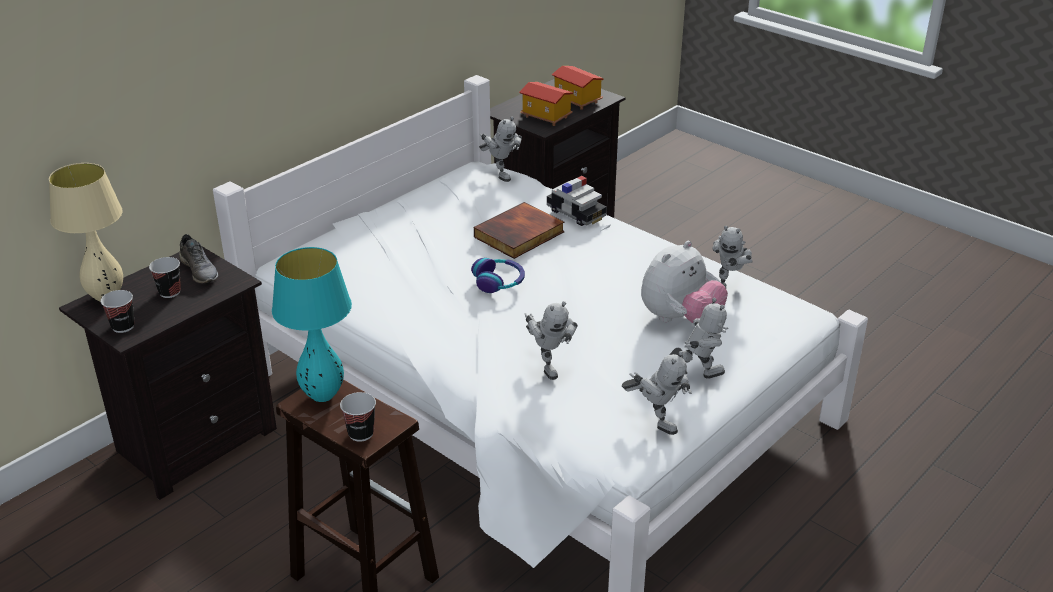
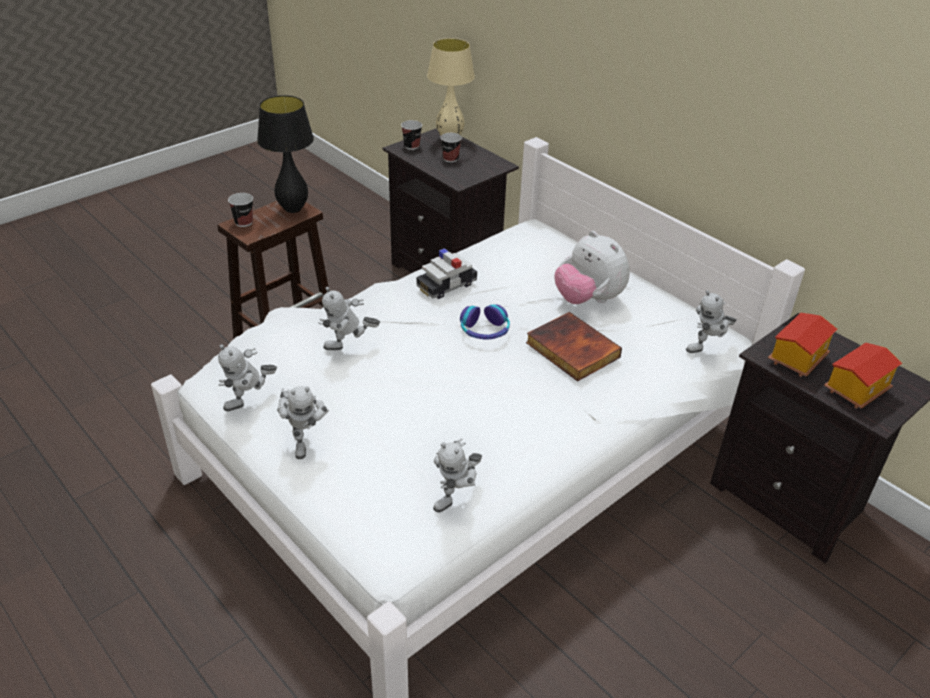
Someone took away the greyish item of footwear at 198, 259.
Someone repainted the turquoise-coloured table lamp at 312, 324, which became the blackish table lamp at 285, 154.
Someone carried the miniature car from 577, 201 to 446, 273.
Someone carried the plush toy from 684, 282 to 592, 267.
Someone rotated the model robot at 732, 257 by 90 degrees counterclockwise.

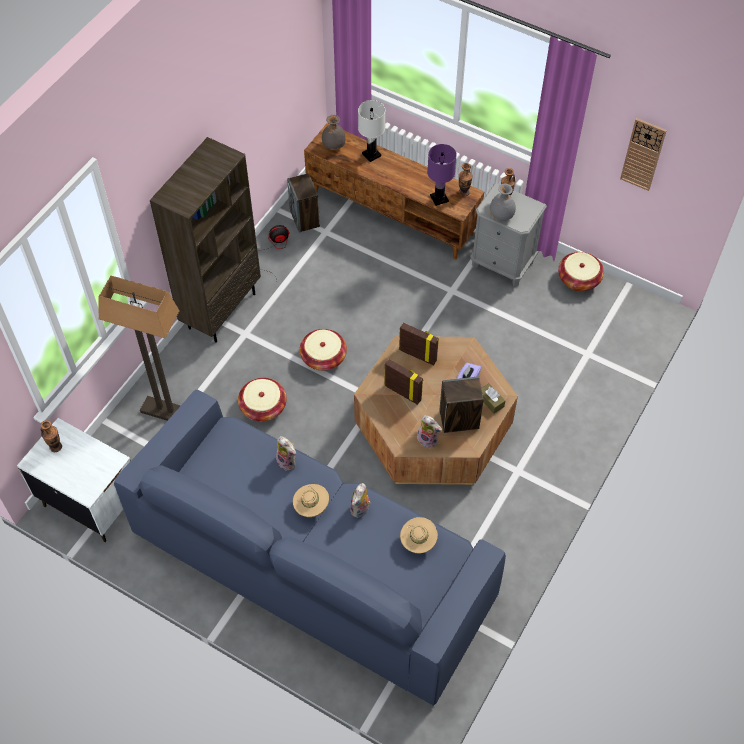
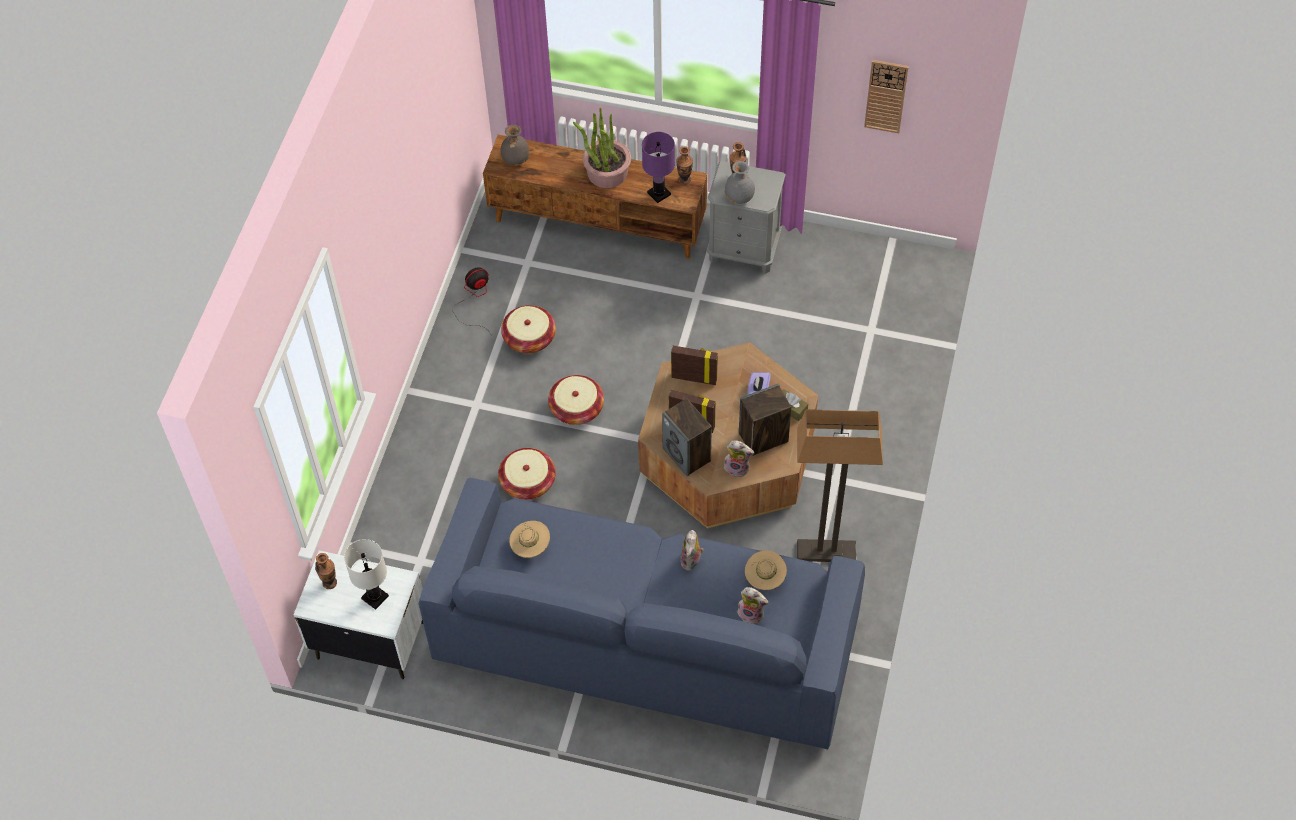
Someone carried the floor lamp from 140, 348 to 840, 485.
Someone took away the brown-coloured bookcase at 205, 240.
Someone carried the plush toy from 286, 453 to 752, 605.
Someone carried the speaker from 303, 203 to 687, 437.
Someone carried the sand-coloured hat from 311, 500 to 529, 539.
Someone carried the white table lamp from 371, 131 to 366, 574.
Someone carried the basket from 581, 271 to 528, 329.
Someone put down the potted plant at 602, 147.

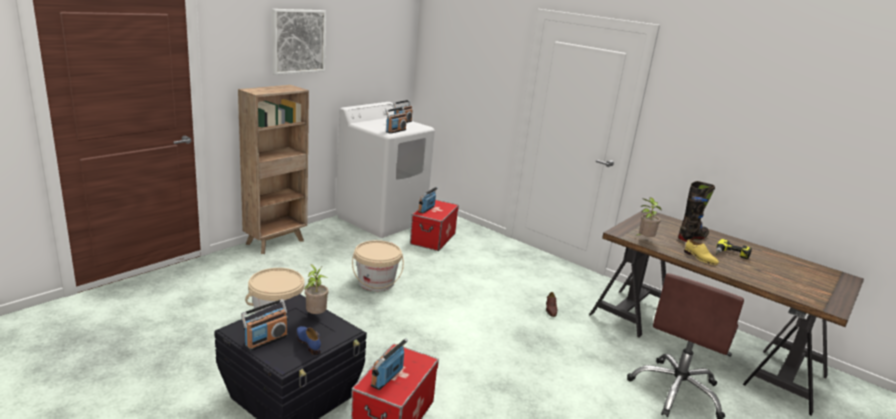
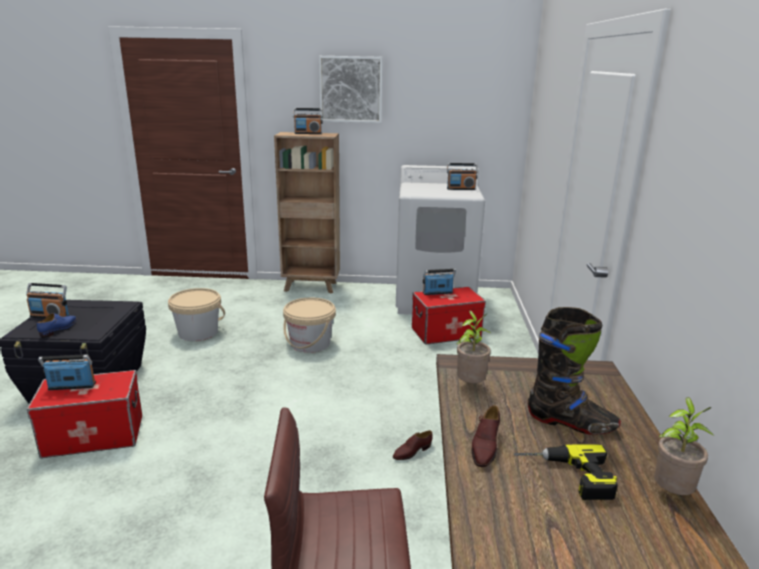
Someone carried the potted plant from 316, 289 to 683, 446.
Someone carried the radio set from 396, 120 to 308, 121.
Someone repainted the yellowish item of footwear at 701, 252, which became the brown-coloured item of footwear at 485, 436.

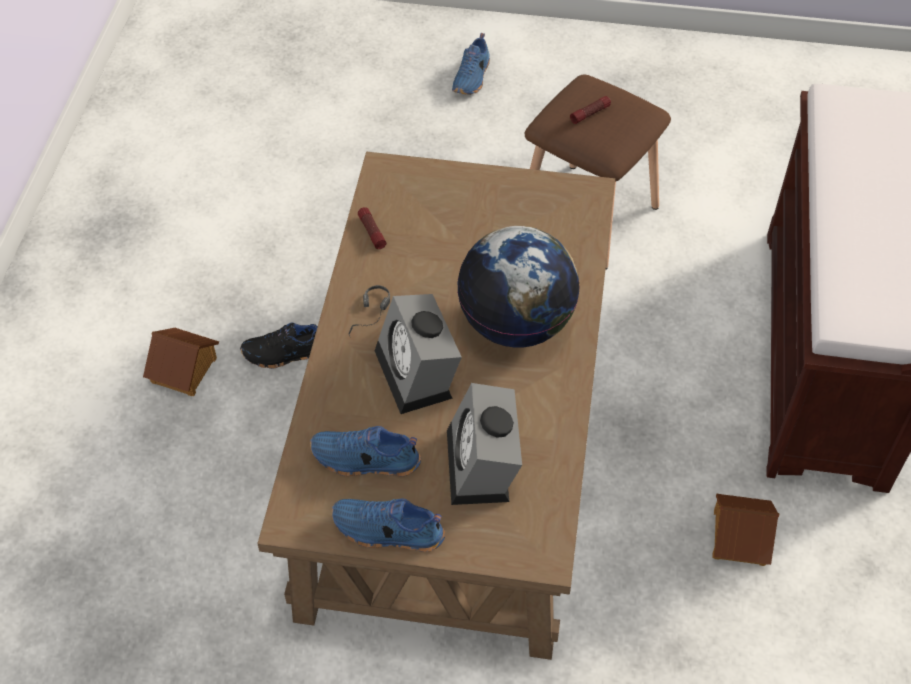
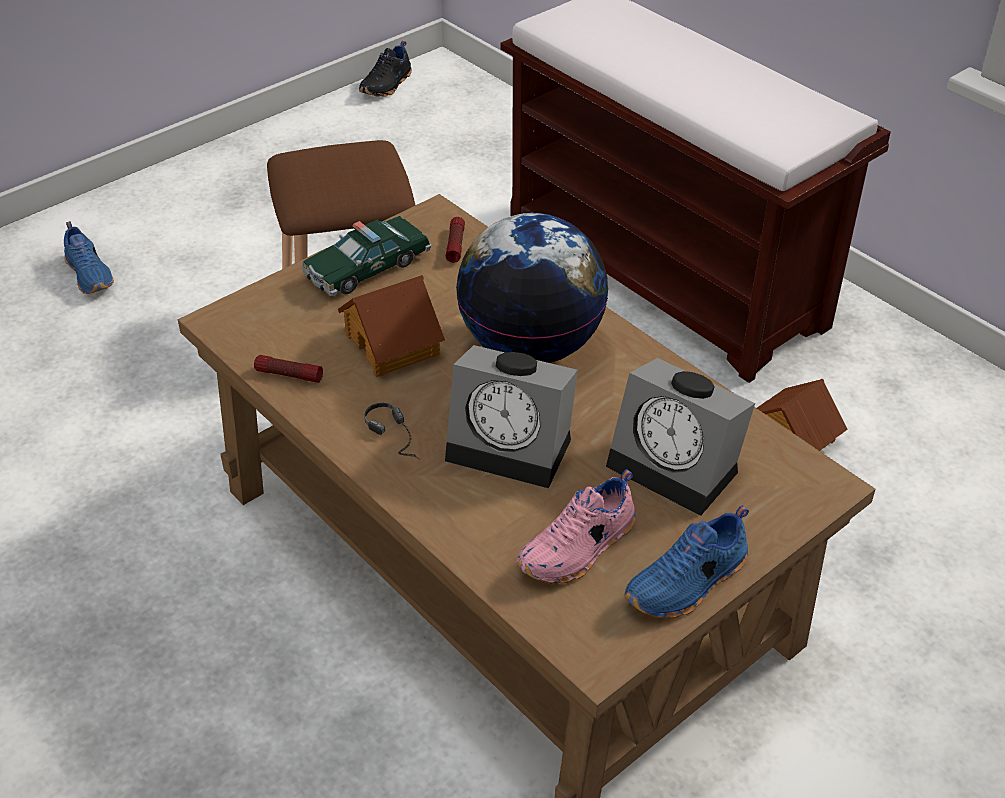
Someone carried the toy house from 181, 362 to 391, 326.
Someone carried the blackish item of footwear from 279, 346 to 385, 69.
Someone repainted the bluish item of footwear at 365, 451, which became the pinkish item of footwear at 576, 526.
Someone carried the hand torch from 590, 110 to 455, 240.
Someone put down the miniature car at 366, 256.

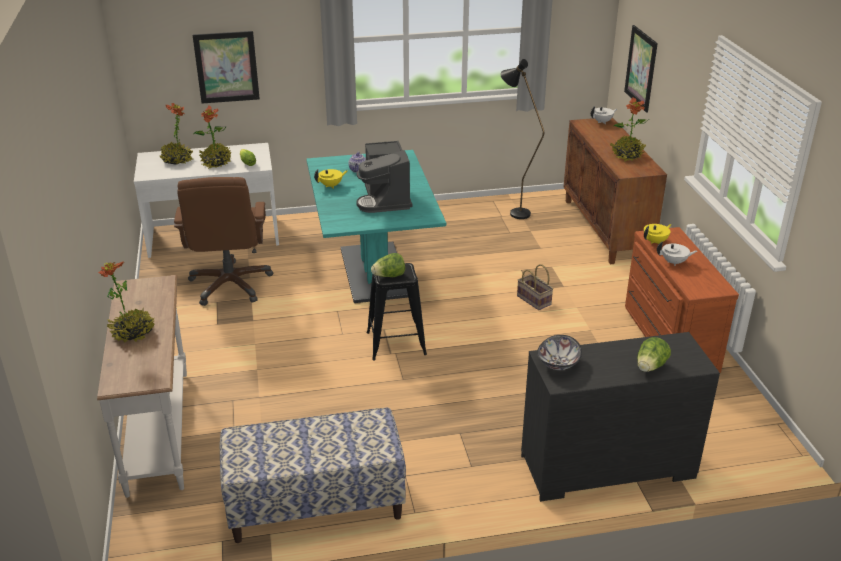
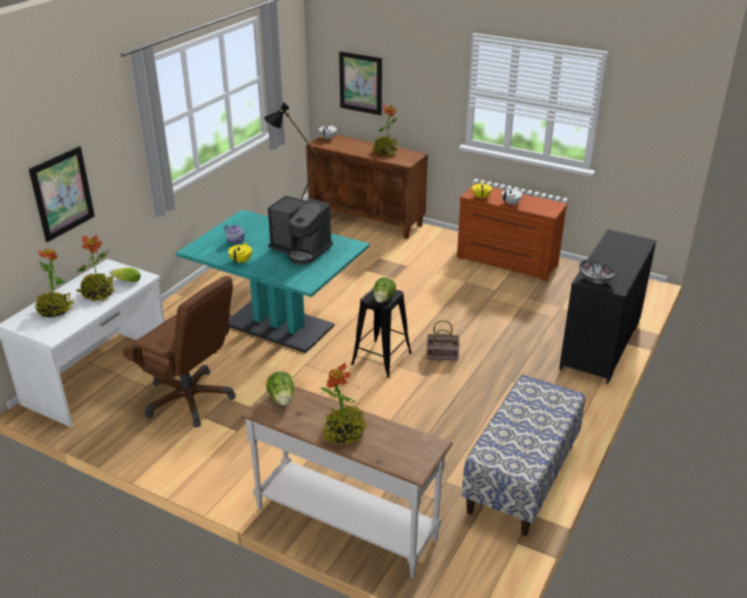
Someone carried the basket from 535, 287 to 443, 340.
Someone carried the head of lettuce from 654, 354 to 280, 388.

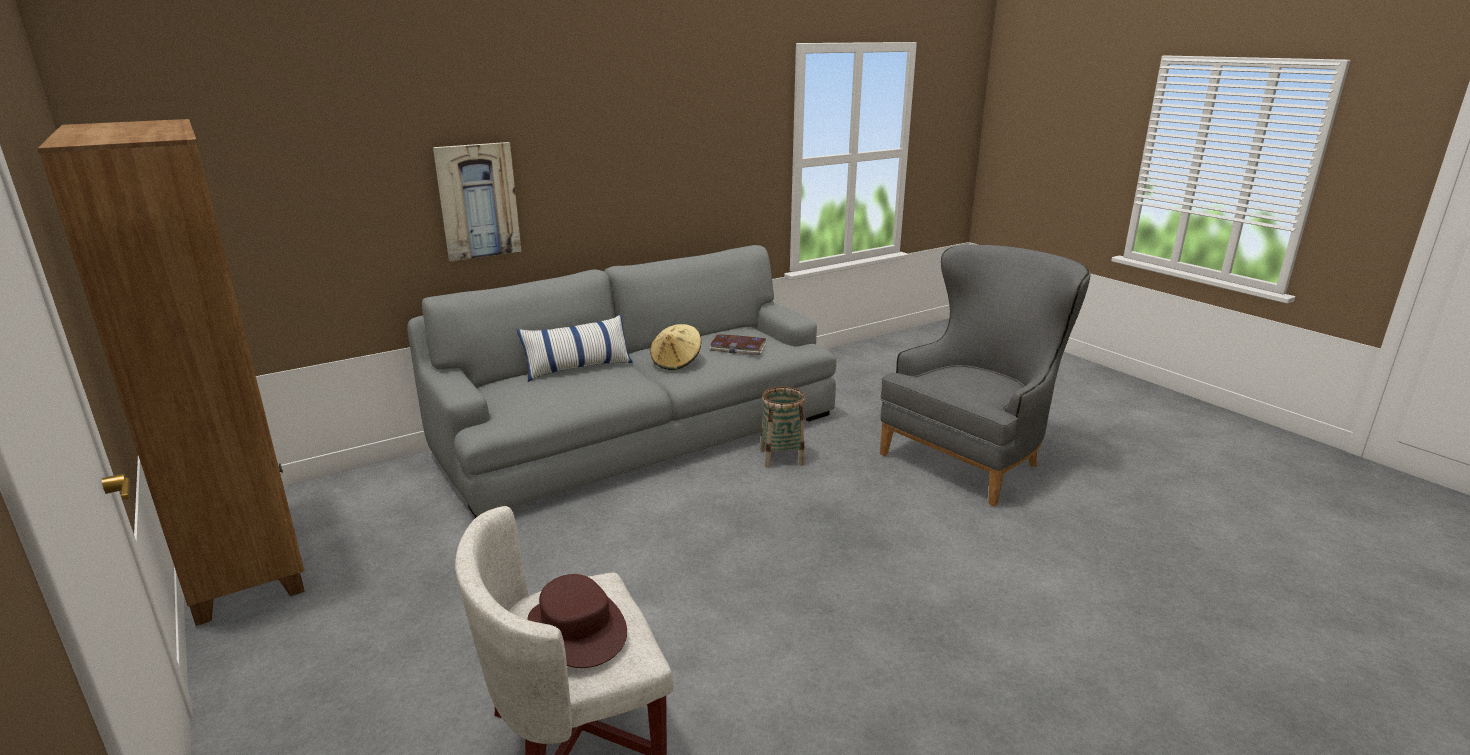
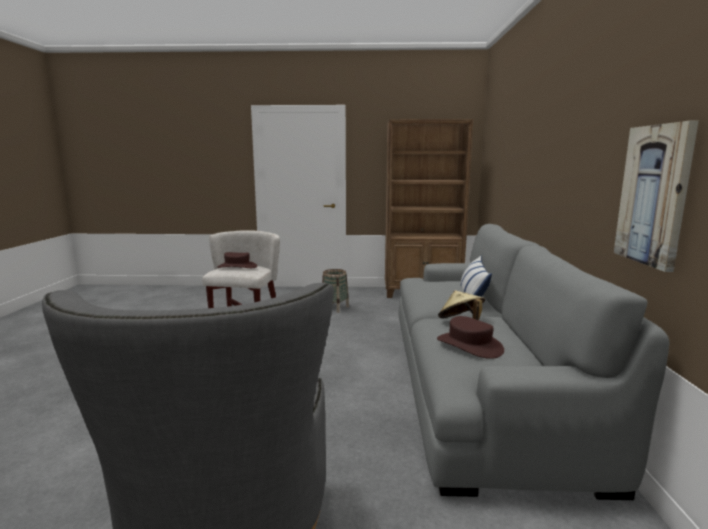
Someone carried the picture from 477, 201 to 656, 196.
Someone swapped the volume at 737, 344 for the brown-coloured hat at 470, 337.
Someone carried the basket from 782, 427 to 335, 291.

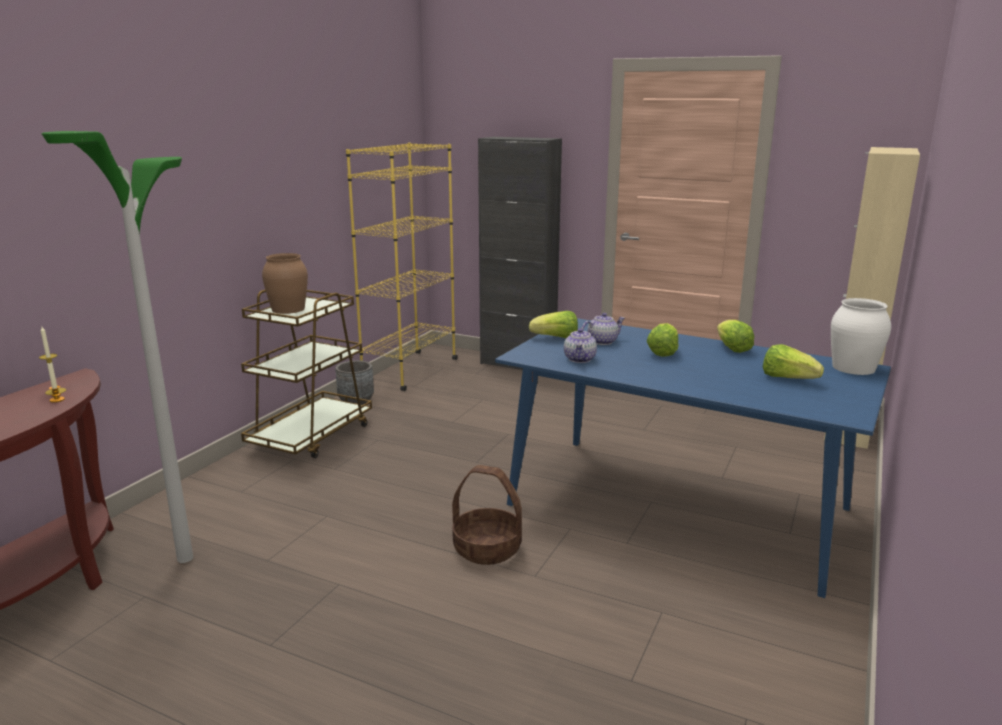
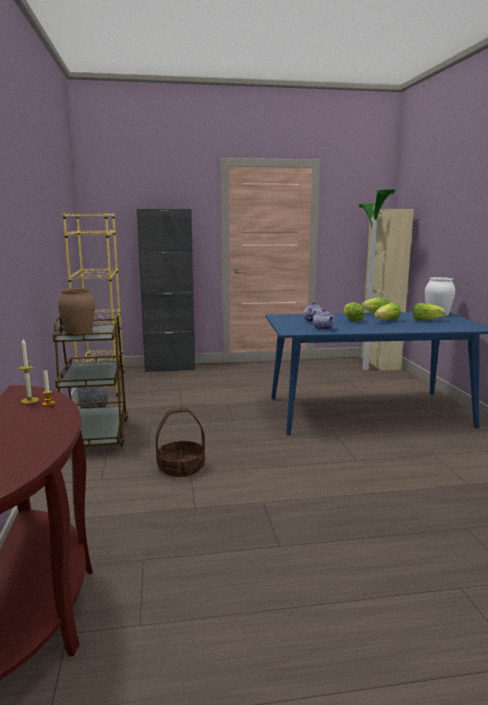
Someone carried the floor lamp from 117, 347 to 377, 279.
Someone carried the basket from 487, 515 to 180, 442.
Someone carried the head of lettuce from 553, 324 to 387, 311.

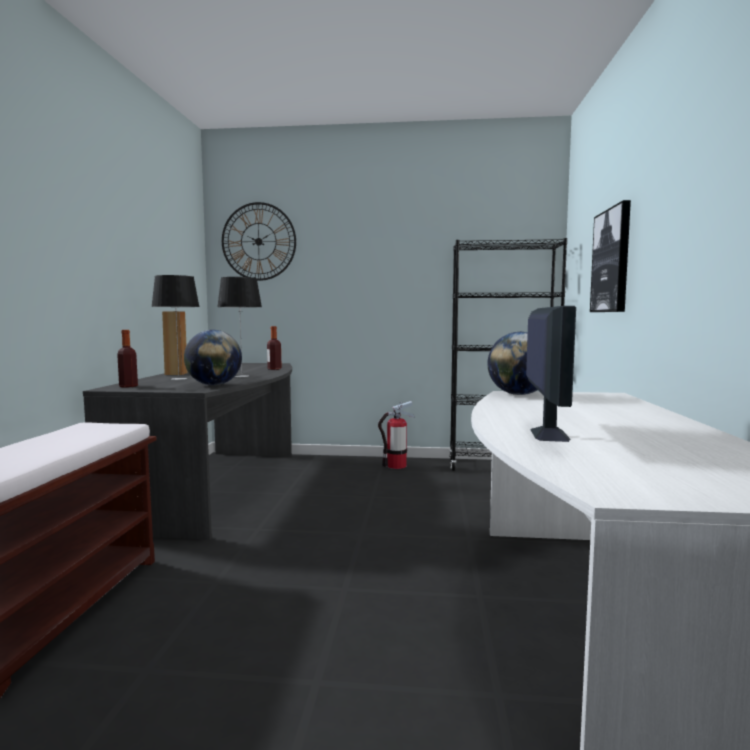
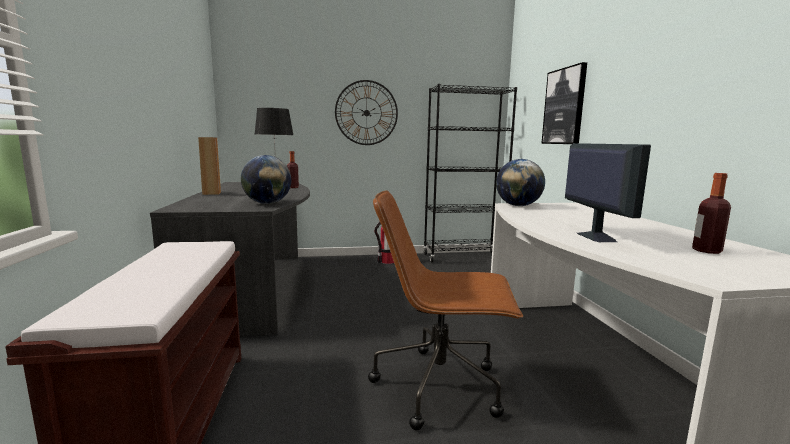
Someone carried the beverage bottle from 127, 359 to 711, 213.
Someone took away the table lamp at 175, 327.
Someone carried the clock on the wall from 259, 241 to 366, 112.
Someone put down the brown-coloured desk chair at 445, 310.

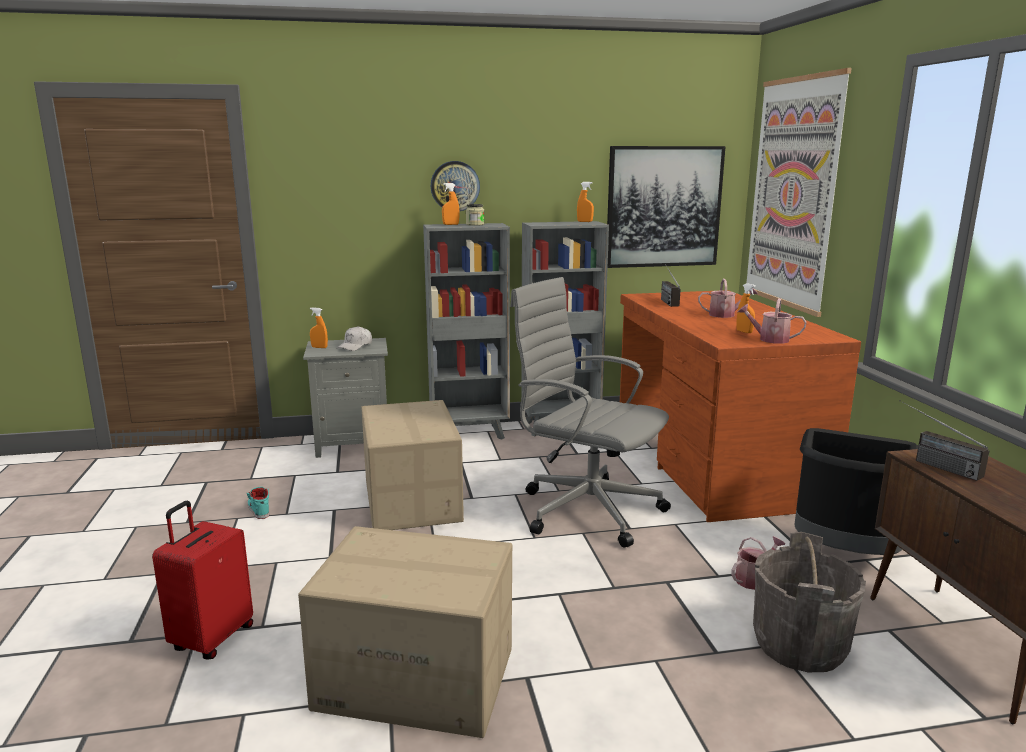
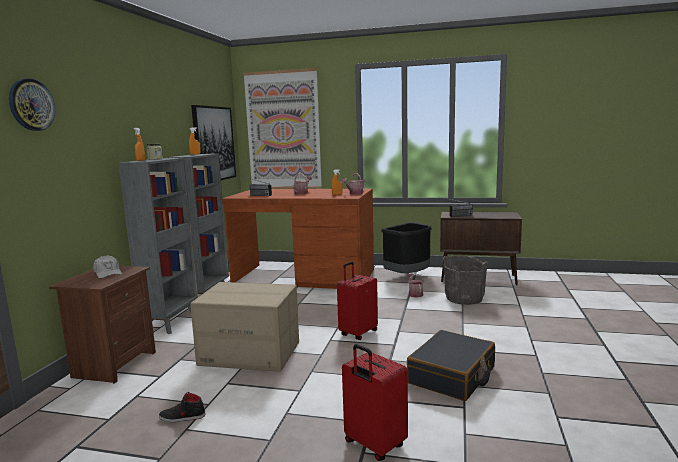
Someone repainted the turquoise-coloured item of footwear at 258, 503, which became the blackish item of footwear at 182, 407.
Someone swapped the packing box at 405, 632 for the blackish travel case at 451, 365.
Someone repainted the greyish night table at 345, 398, which became the brown-coloured night table at 102, 325.
Someone took away the orange-coloured sprayer at 319, 327.
Someone carried the clock on the wall from 455, 186 to 32, 104.
Someone took away the greyish desk chair at 590, 412.
Someone put down the red travel case at 357, 301.

